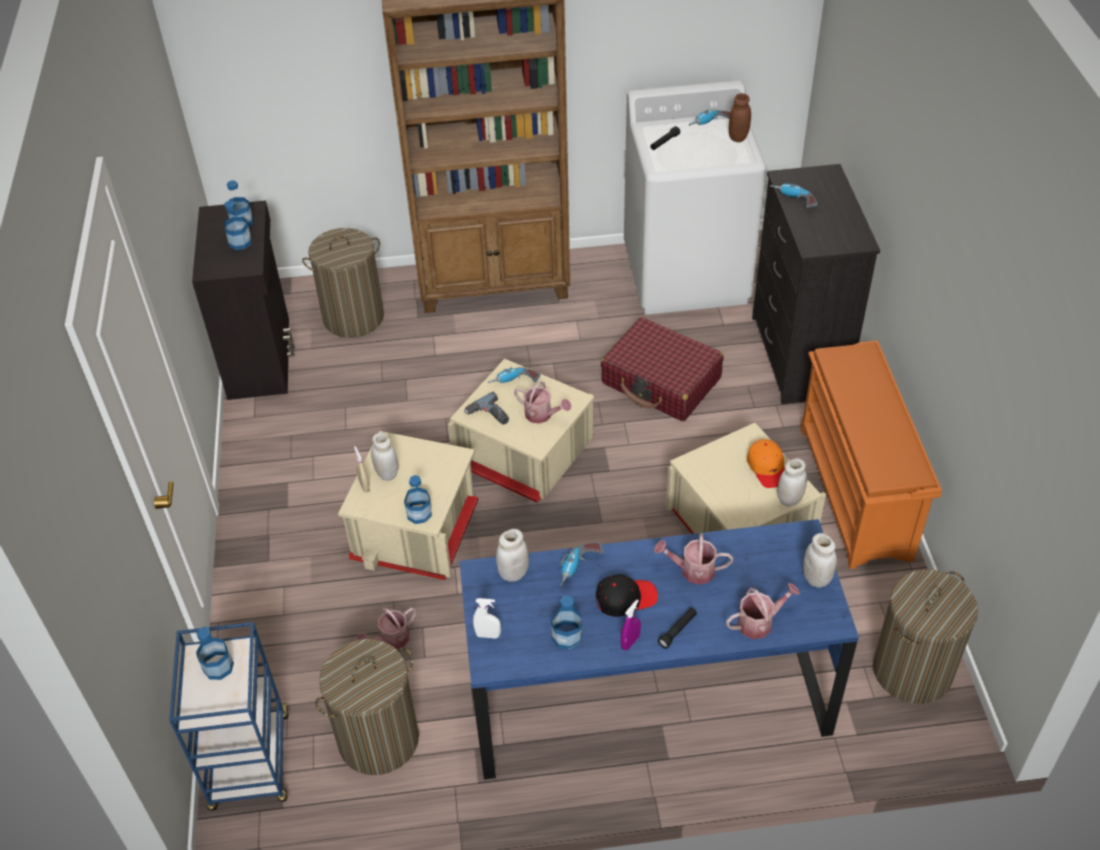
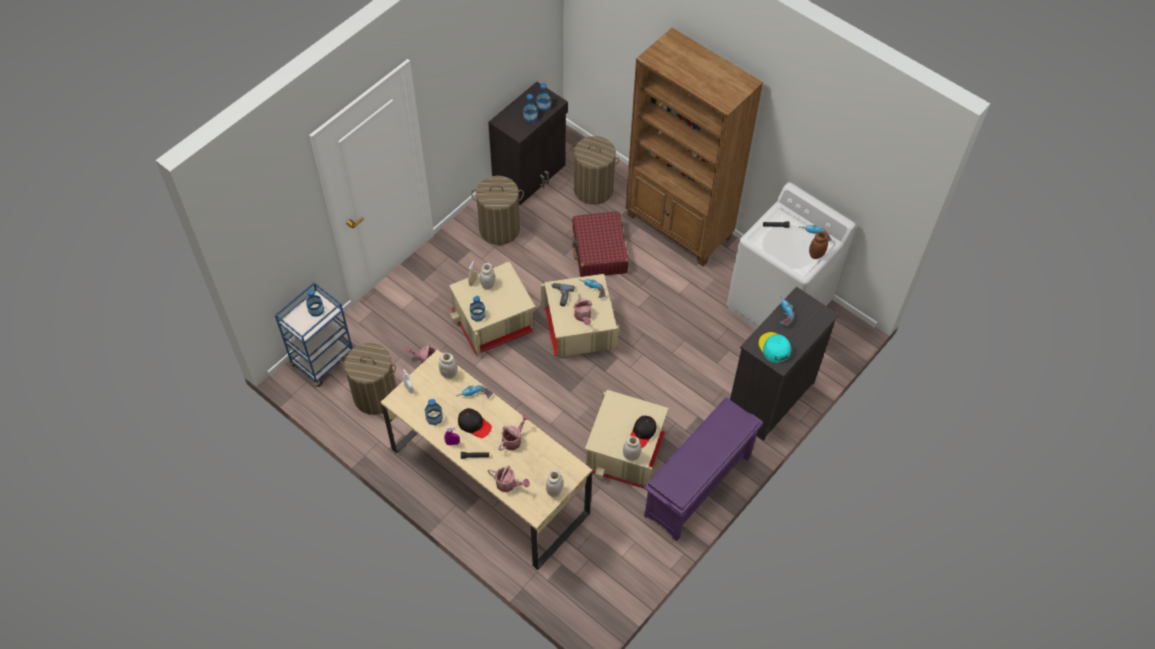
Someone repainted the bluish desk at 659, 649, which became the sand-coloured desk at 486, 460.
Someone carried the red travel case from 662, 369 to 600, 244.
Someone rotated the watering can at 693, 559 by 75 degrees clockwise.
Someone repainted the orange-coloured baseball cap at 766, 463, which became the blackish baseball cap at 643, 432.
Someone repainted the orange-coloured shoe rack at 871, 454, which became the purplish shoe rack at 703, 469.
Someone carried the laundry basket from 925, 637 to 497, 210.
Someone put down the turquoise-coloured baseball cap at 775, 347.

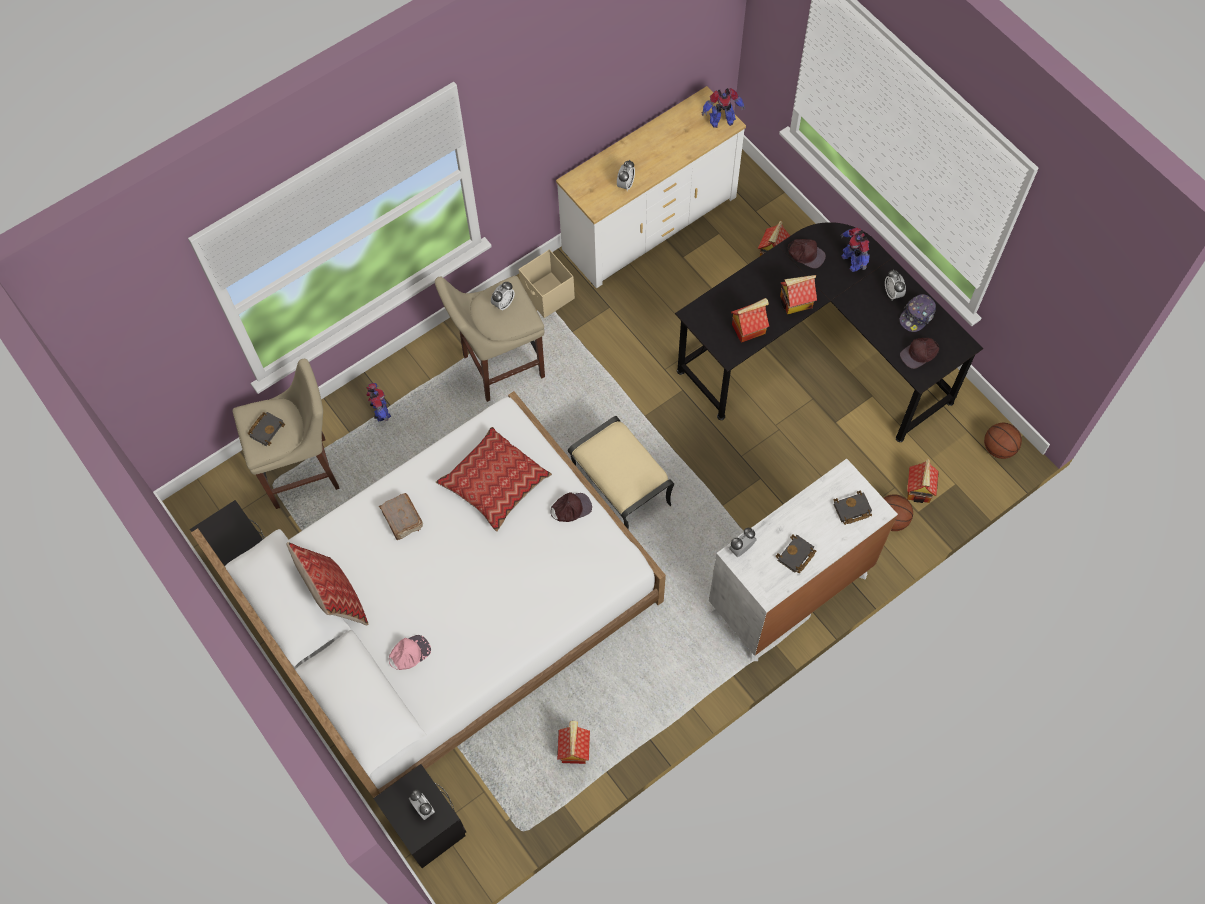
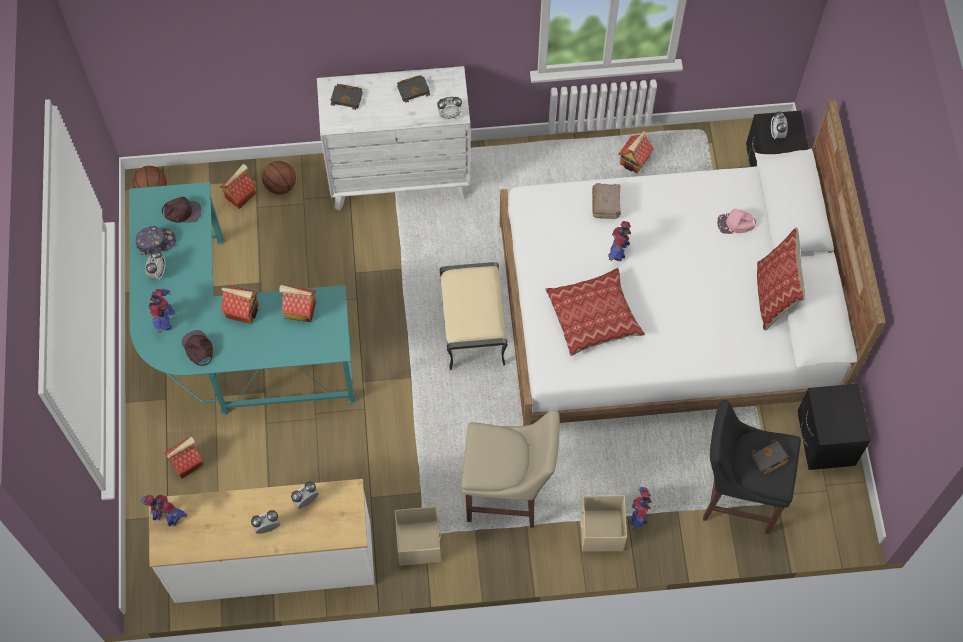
Someone repainted the sand-coloured stool at 286, 434, which became the blackish stool at 752, 467.
Someone carried the brown-coloured volume from 401, 516 to 606, 201.
Someone carried the table clock from 503, 296 to 265, 522.
Someone took away the brown-coloured baseball cap at 571, 507.
Someone repainted the blackish desk at 829, 332, which became the turquoise-coloured desk at 242, 298.
Someone put down the sand-coloured storage bin at 603, 523.
Someone put down the model robot at 619, 241.

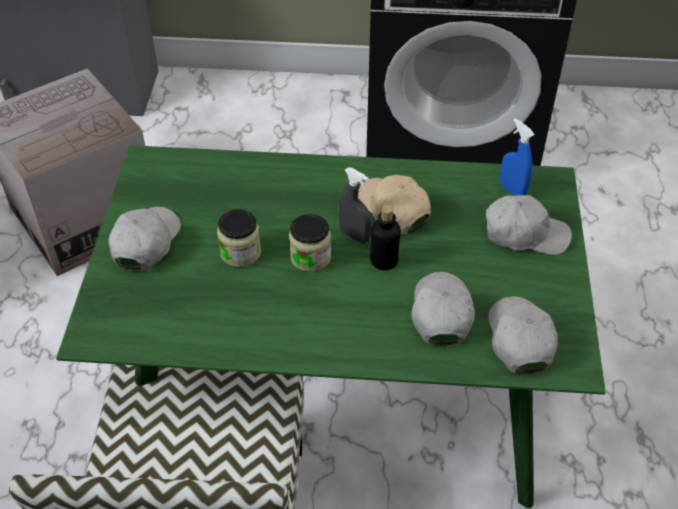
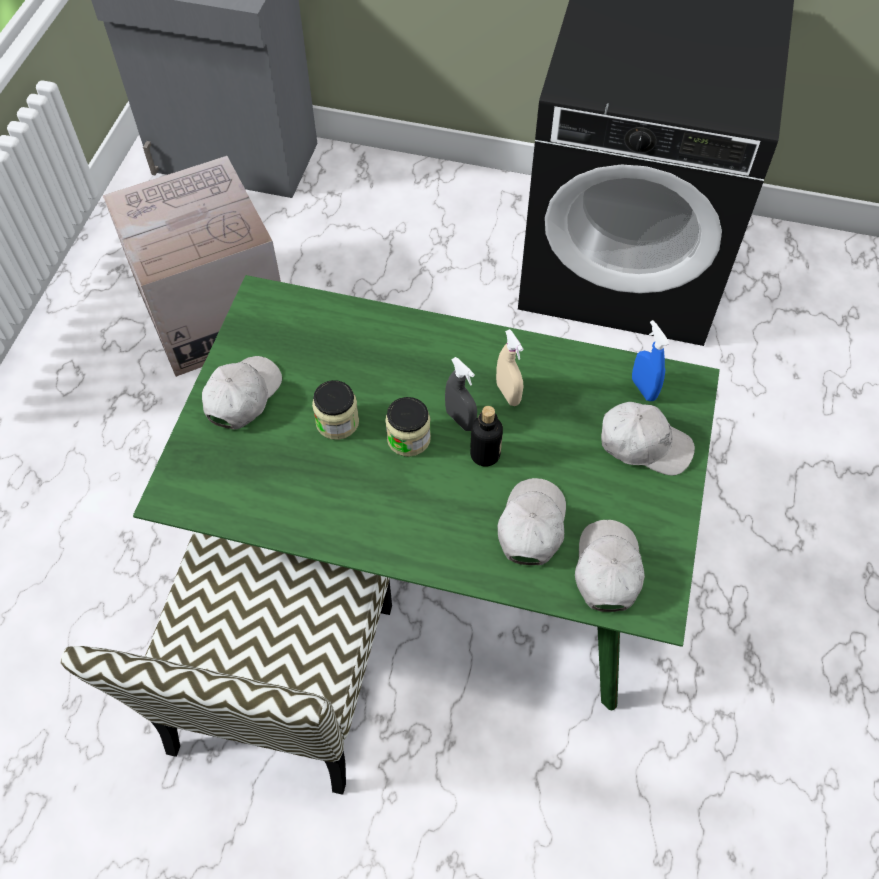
Someone swapped the sand-coloured baseball cap at 394, 204 for the sand-coloured sprayer at 509, 367.

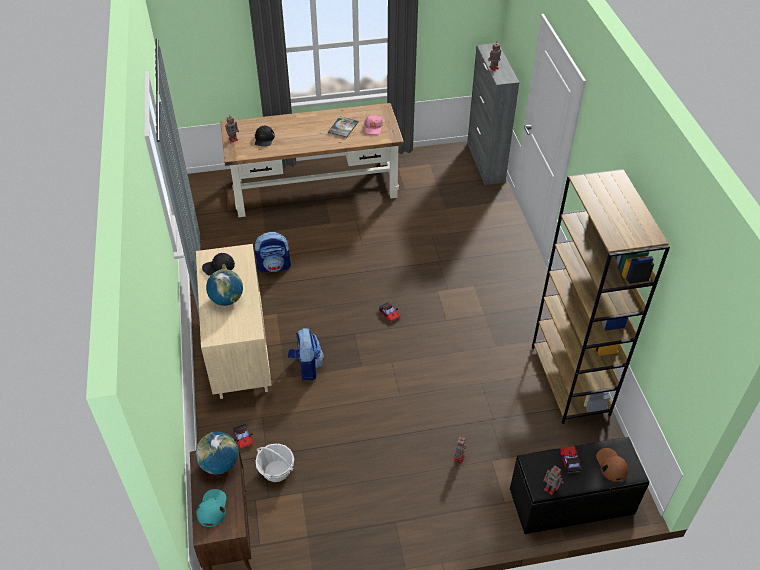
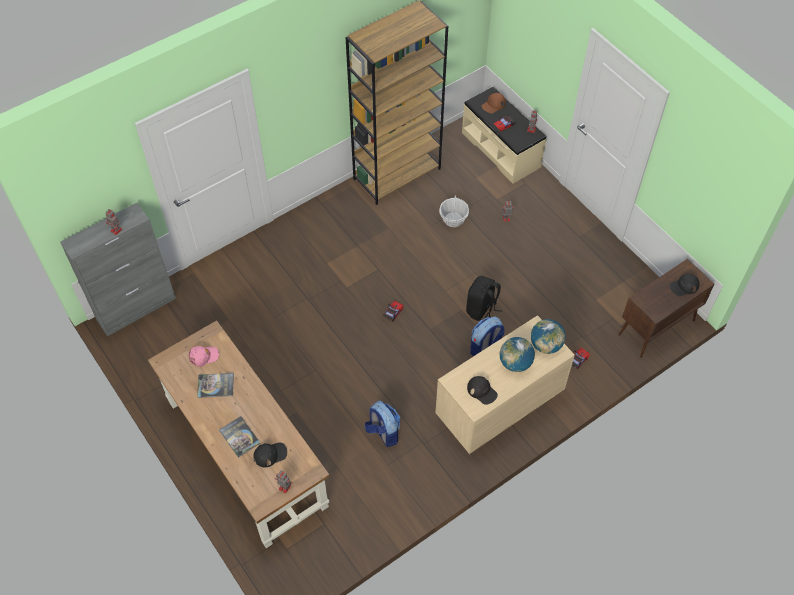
Someone carried the world globe from 217, 453 to 548, 336.
Someone repainted the turquoise-coloured baseball cap at 211, 508, which became the blackish baseball cap at 685, 285.
Someone carried the basket from 274, 462 to 454, 211.
Someone repainted the blackish long seat at 579, 485, which became the sand-coloured long seat at 504, 135.
Someone put down the volume at 239, 437.
Someone put down the blackish backpack at 484, 298.

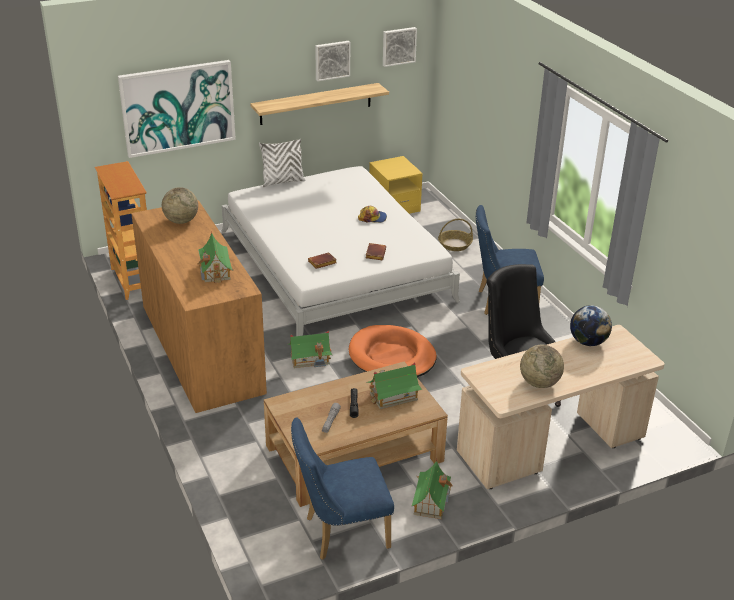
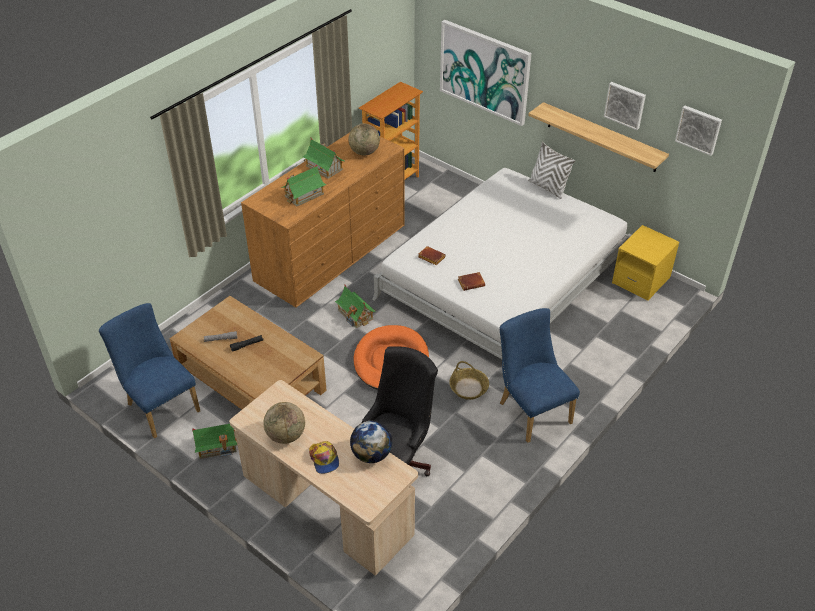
Someone carried the baseball cap from 372, 214 to 324, 457.
Someone carried the toy house from 394, 385 to 323, 158.
Someone carried the basket from 455, 235 to 469, 380.

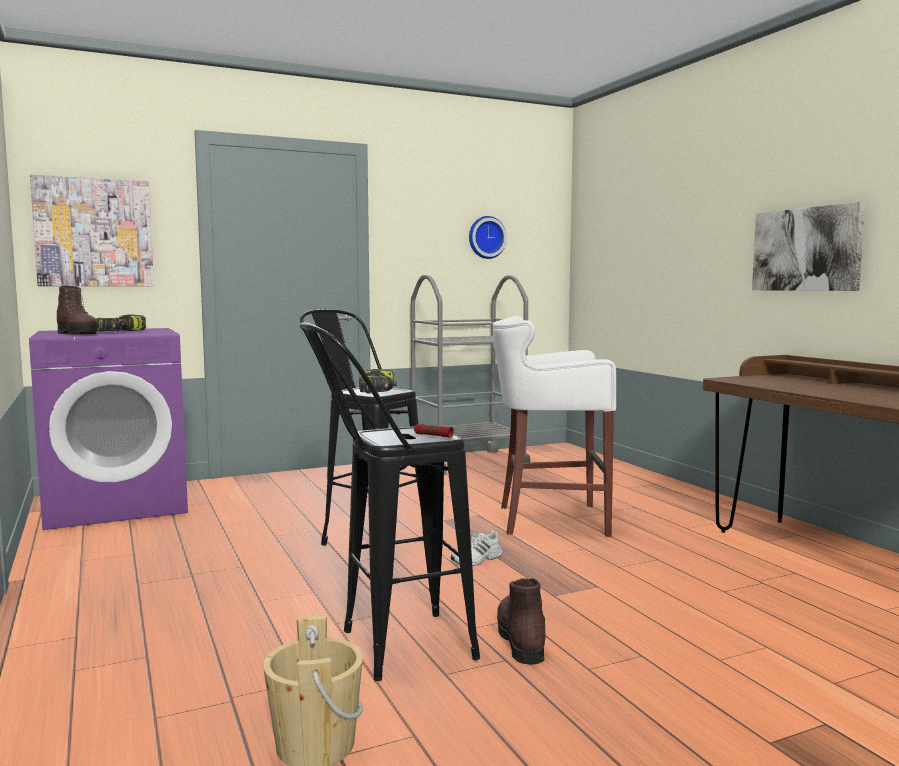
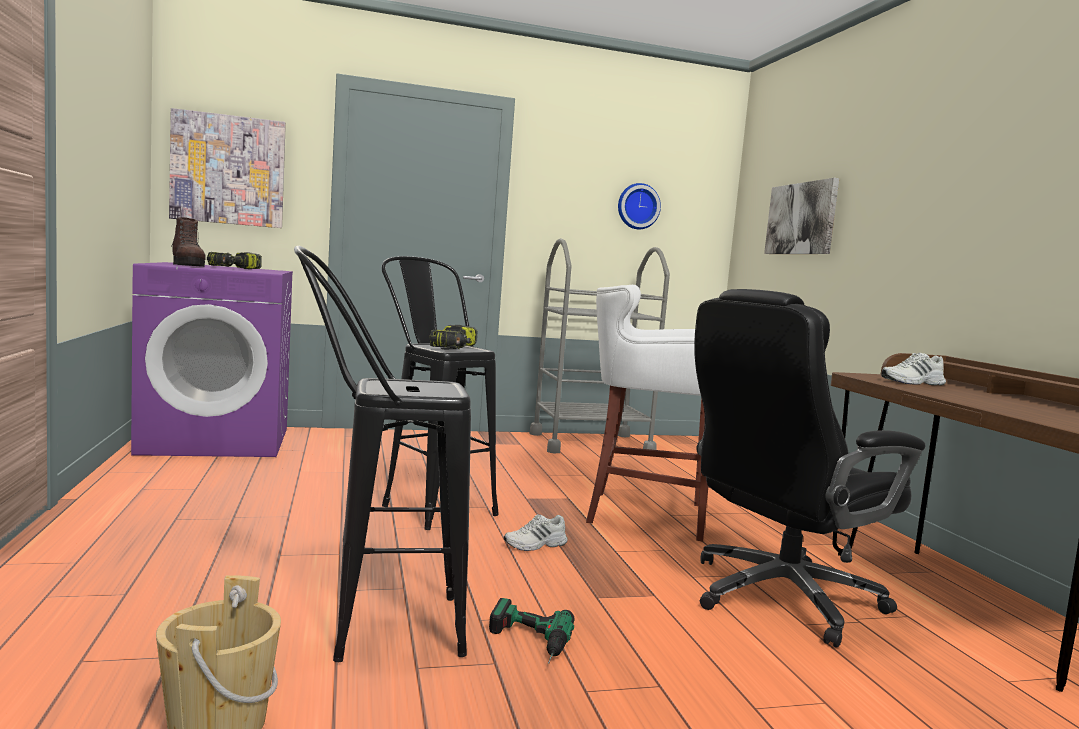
Someone took away the hand torch at 434, 431.
Someone swapped the brown-coloured boot at 521, 621 for the electric drill at 531, 630.
Someone carried the picture from 808, 246 to 801, 216.
Someone put down the blackish desk chair at 809, 468.
Someone put down the white item of footwear at 913, 369.

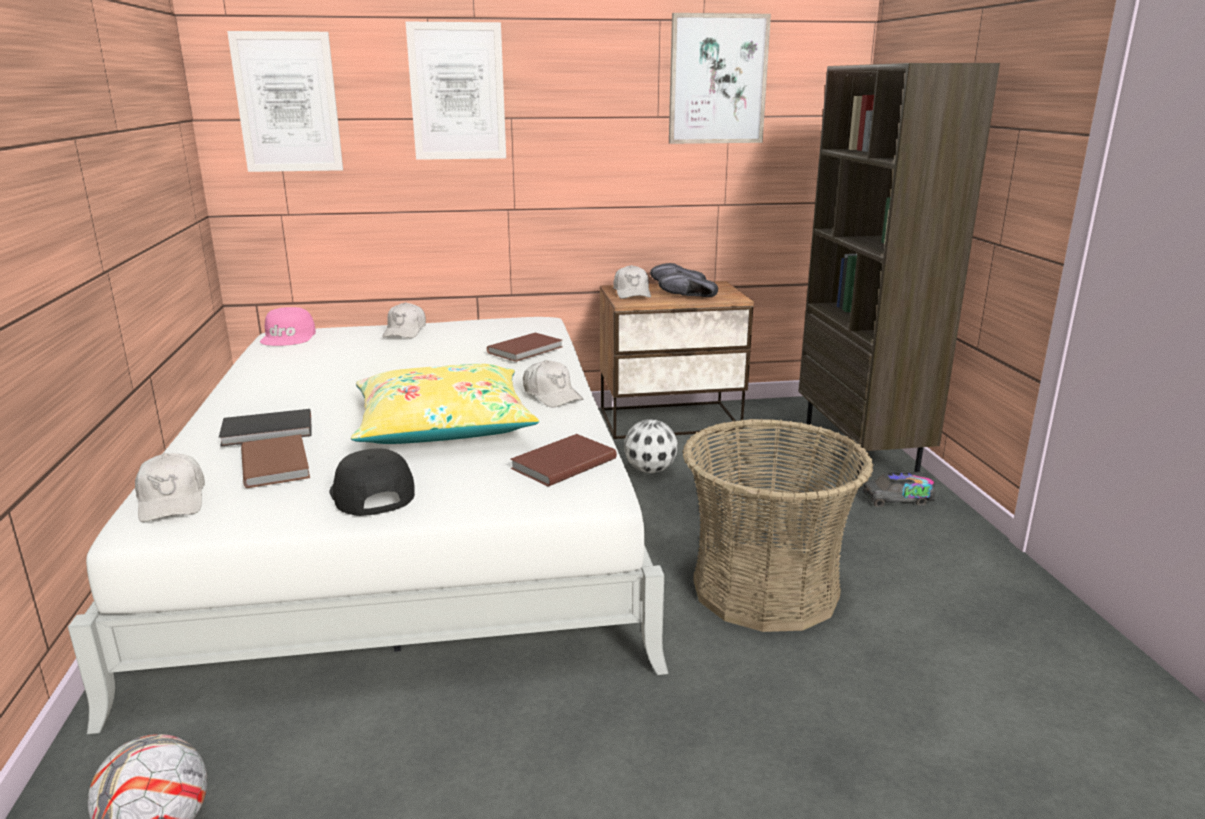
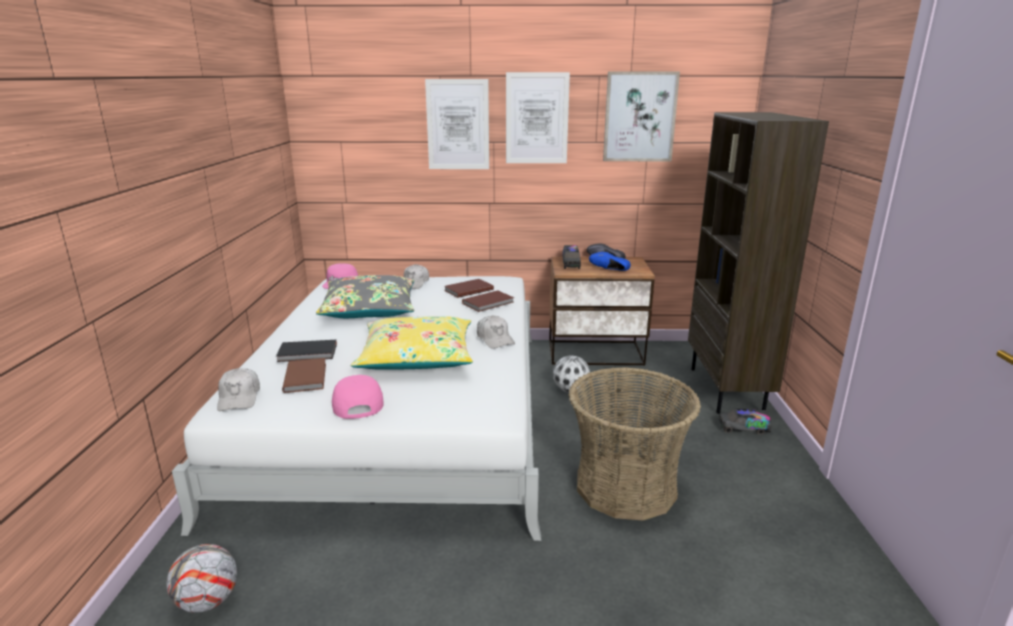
Someone carried the picture from 285, 101 to 538, 117.
Someone repainted the blackish baseball cap at 372, 482, which became the pinkish baseball cap at 357, 397.
Someone carried the brown-coloured volume from 563, 460 to 469, 288.
Someone swapped the white baseball cap at 632, 282 for the toy lorry at 571, 257.
Someone repainted the blackish item of footwear at 688, 284, which became the bluish item of footwear at 610, 261.
Someone put down the greyish cushion at 365, 296.

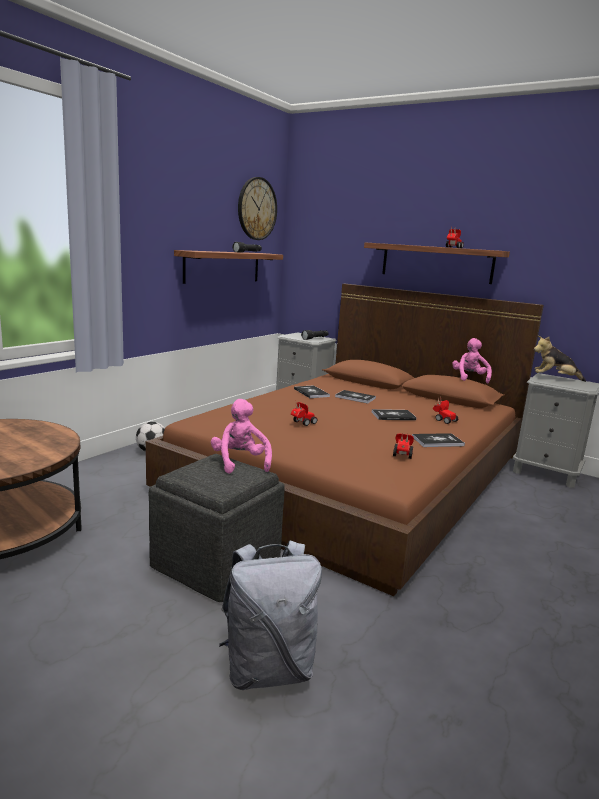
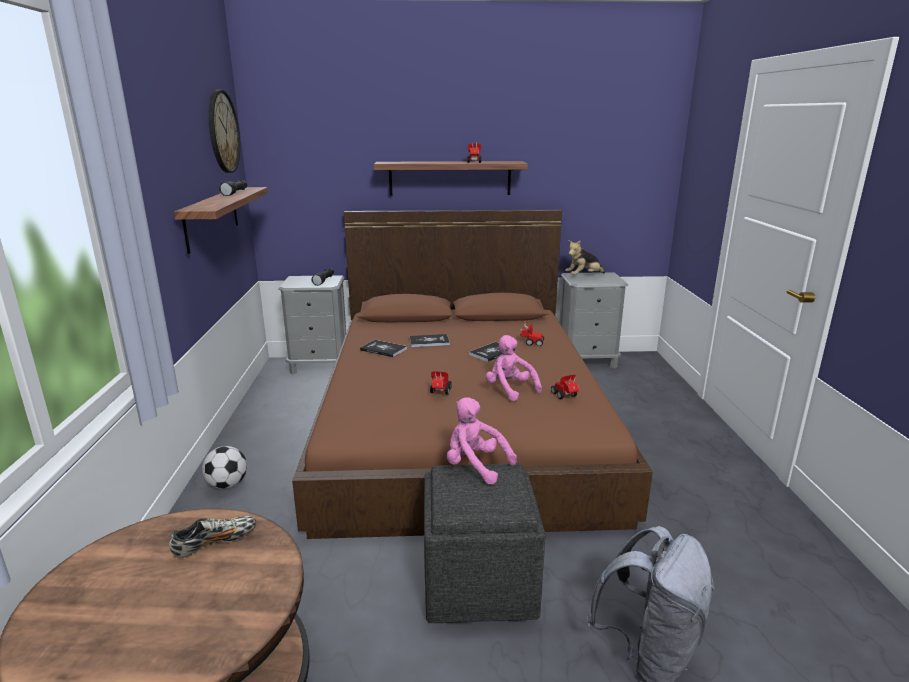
Someone took away the volume at 438, 440.
Someone carried the pinkish plush toy from 472, 360 to 514, 368.
Someone put down the item of footwear at 212, 537.

